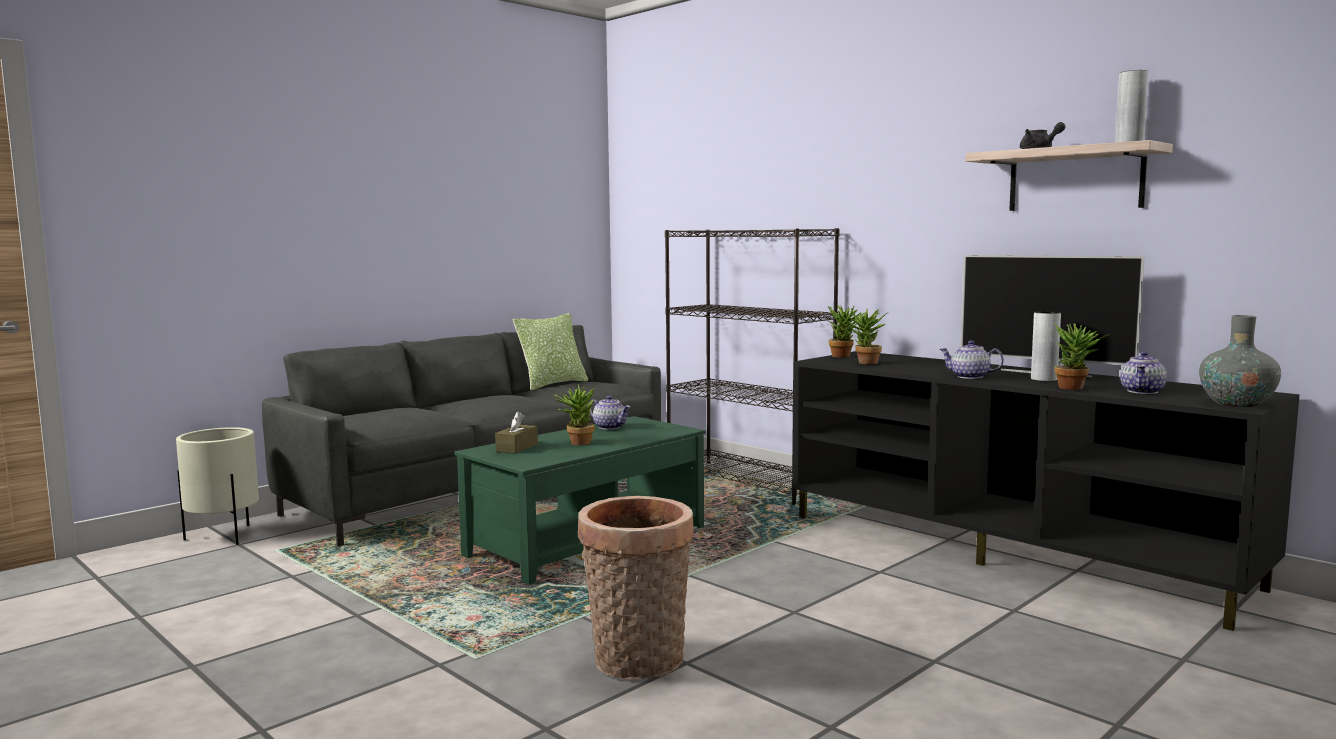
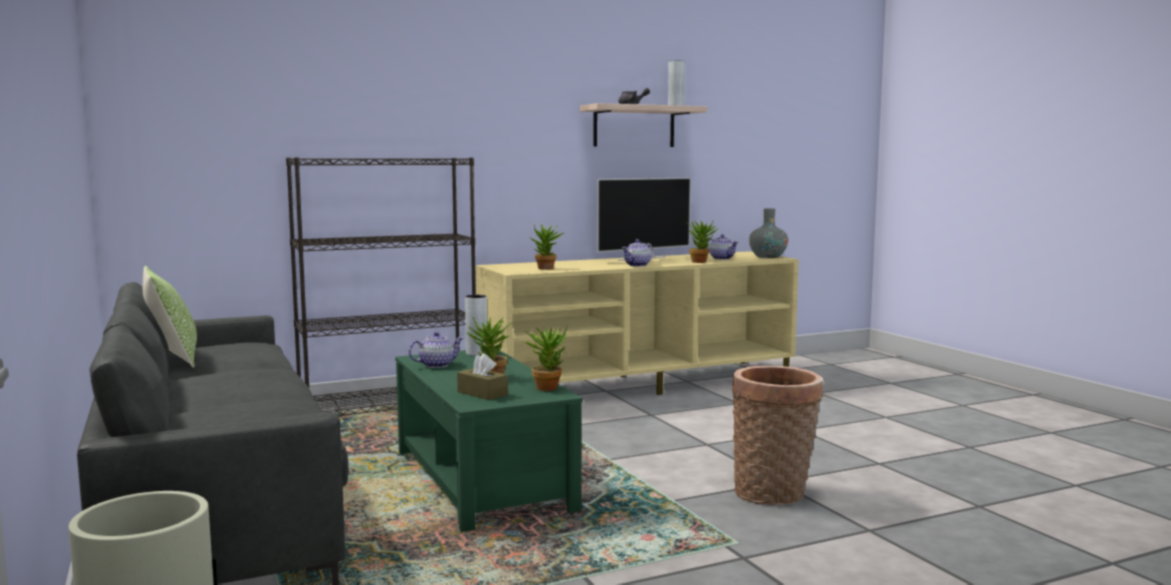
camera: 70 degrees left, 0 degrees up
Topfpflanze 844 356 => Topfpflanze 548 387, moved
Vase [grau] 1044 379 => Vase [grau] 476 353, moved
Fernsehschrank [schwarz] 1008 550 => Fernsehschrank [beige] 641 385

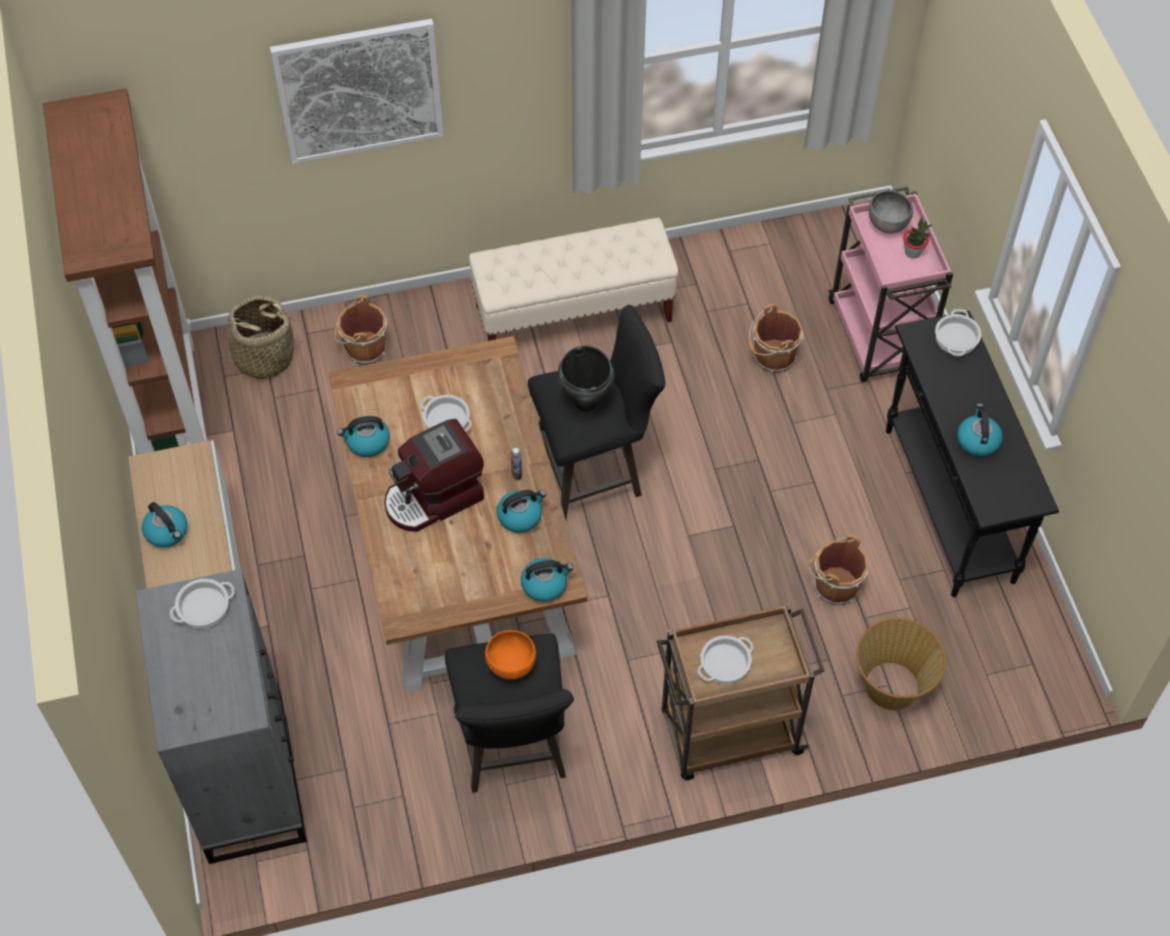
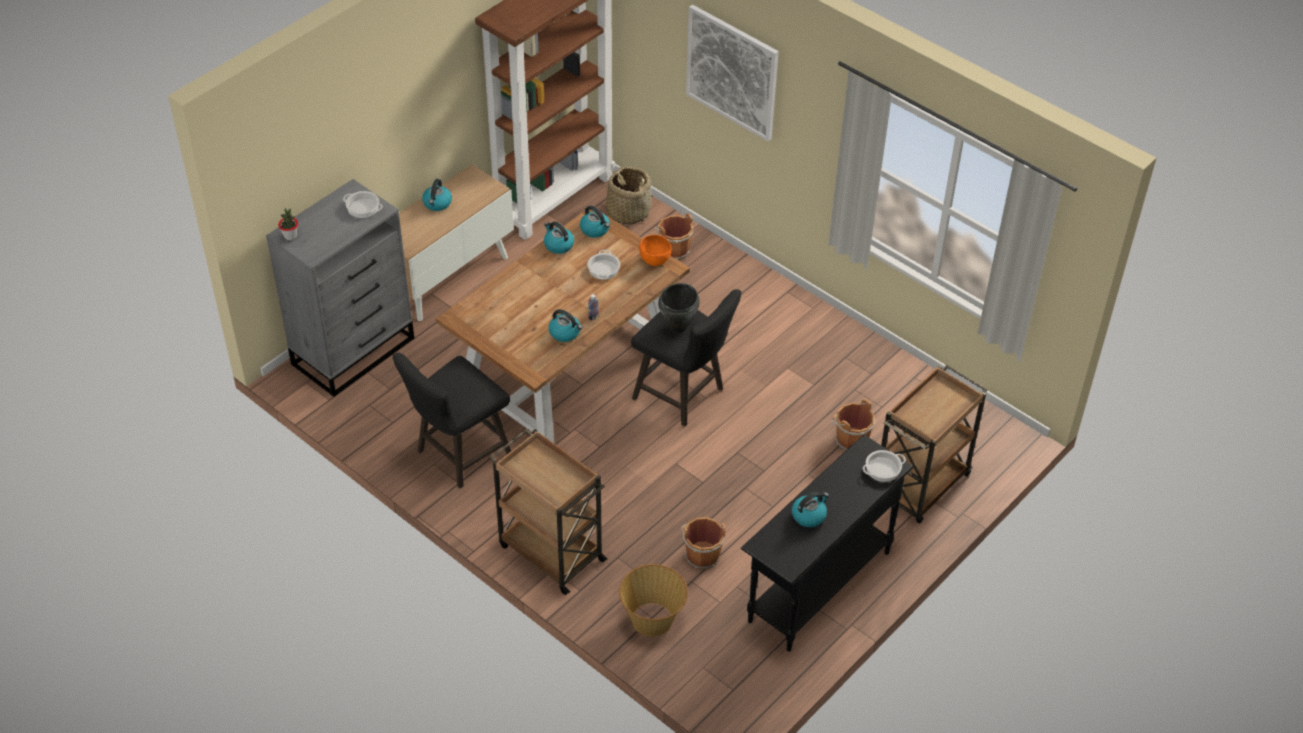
camera: 55 degrees right, 10 degrees down
Kaffeemaschine 434 498 => nothing
Bank [beige] 574 313 => nothing
Kochtopf 725 662 => nothing
Schüssel [grau] 888 225 => nothing
Schüssel [orange] 512 665 => Schüssel [orange] 655 260, moved
Wasserkessel 545 584 => Wasserkessel 595 229, moved
Topfpflanze 913 252 => Topfpflanze 290 236, moved
Rollwagen [rosa] 878 337 => Rollwagen [braun] 920 486

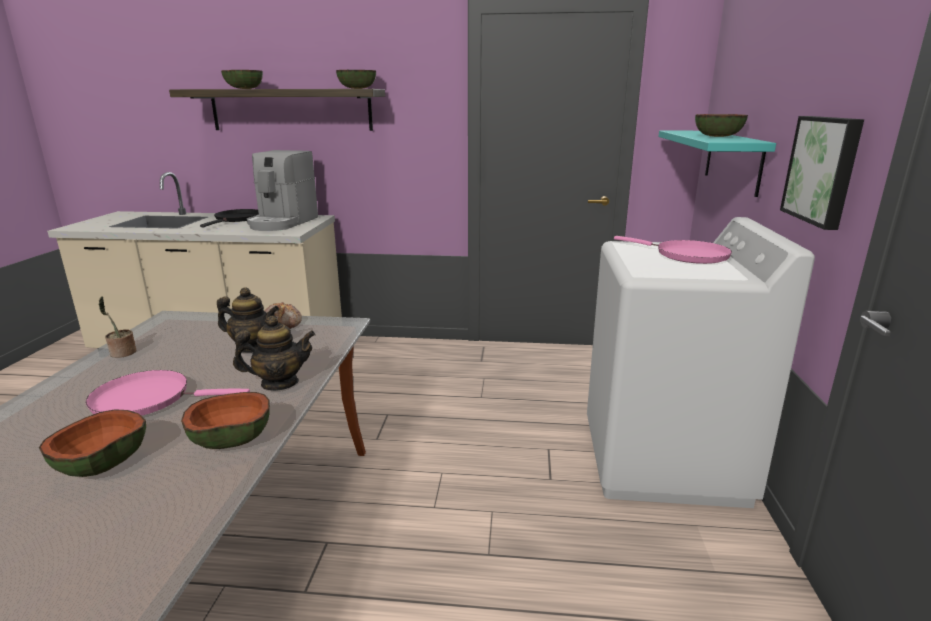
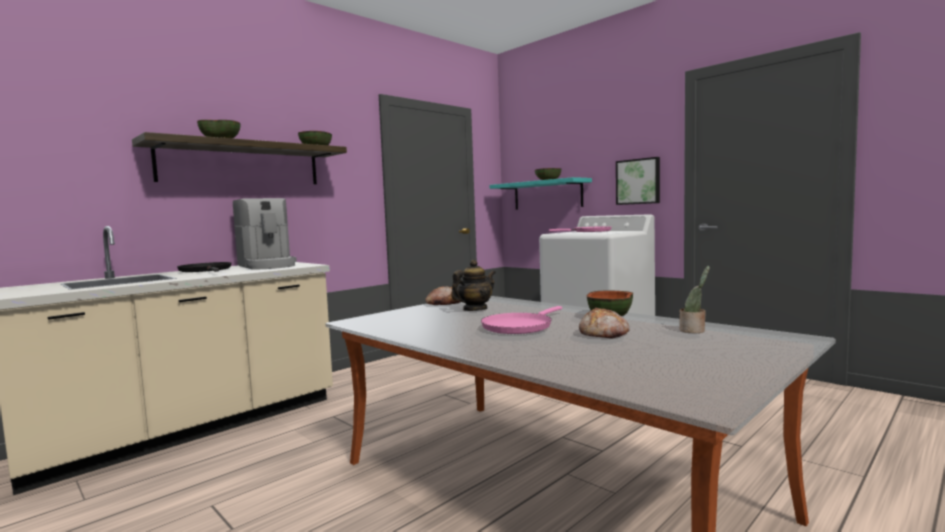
camera: 50 degrees left, 15 degrees down
Teekanne 279 383 => nothing
Topfpflanze 122 353 => Topfpflanze 694 330, moved
Schüssel 102 465 => Brot 604 334

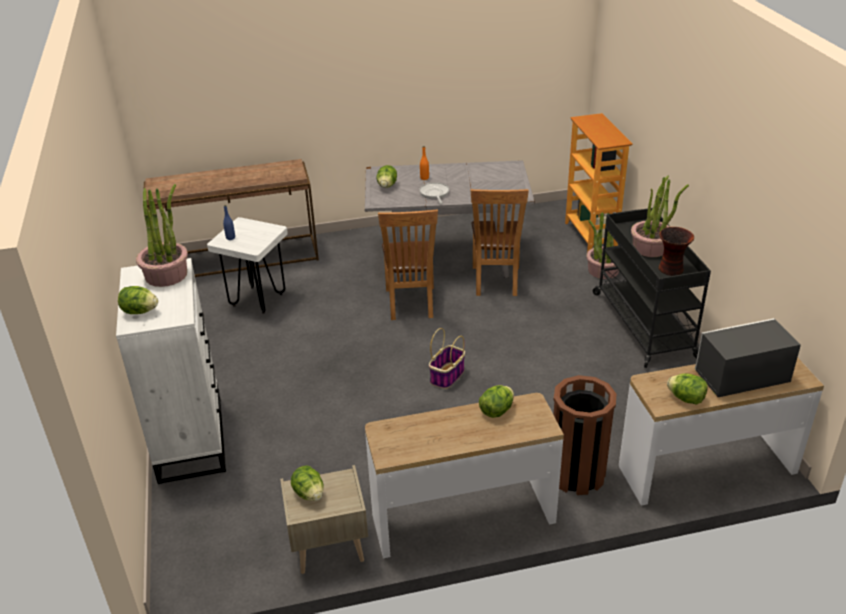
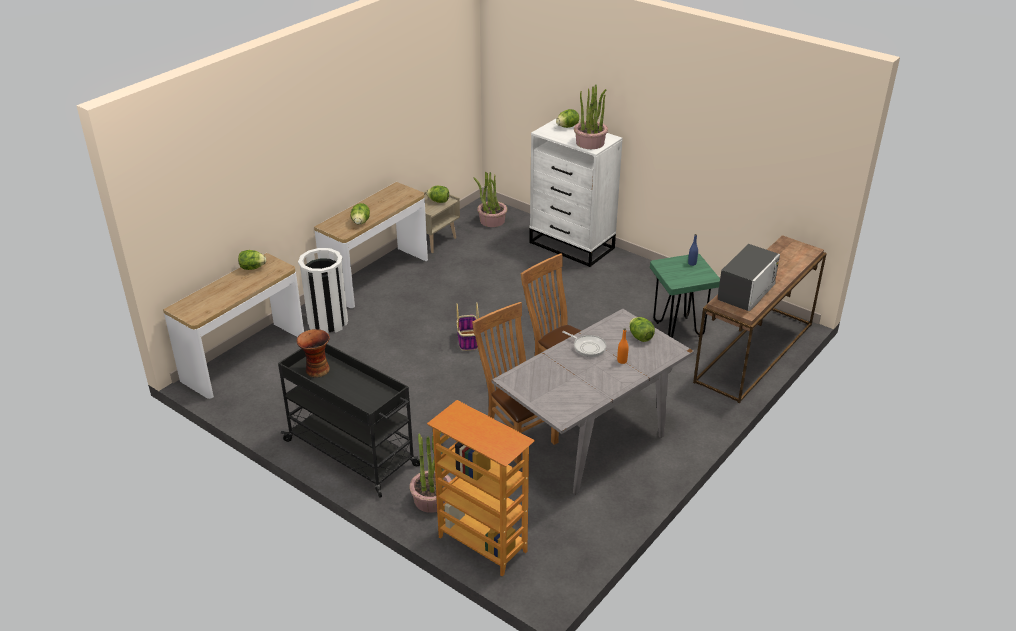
camera: 140 degrees right, 0 degrees up
Topfpflanze 650 248 => Topfpflanze 492 221, moved
Mikrowelle 741 377 => Mikrowelle 746 292, moved
Hocker [weiß] 257 300 => Hocker [grün] 678 329
Mülleimer [braun] 577 474 => Mülleimer [weiß] 328 322

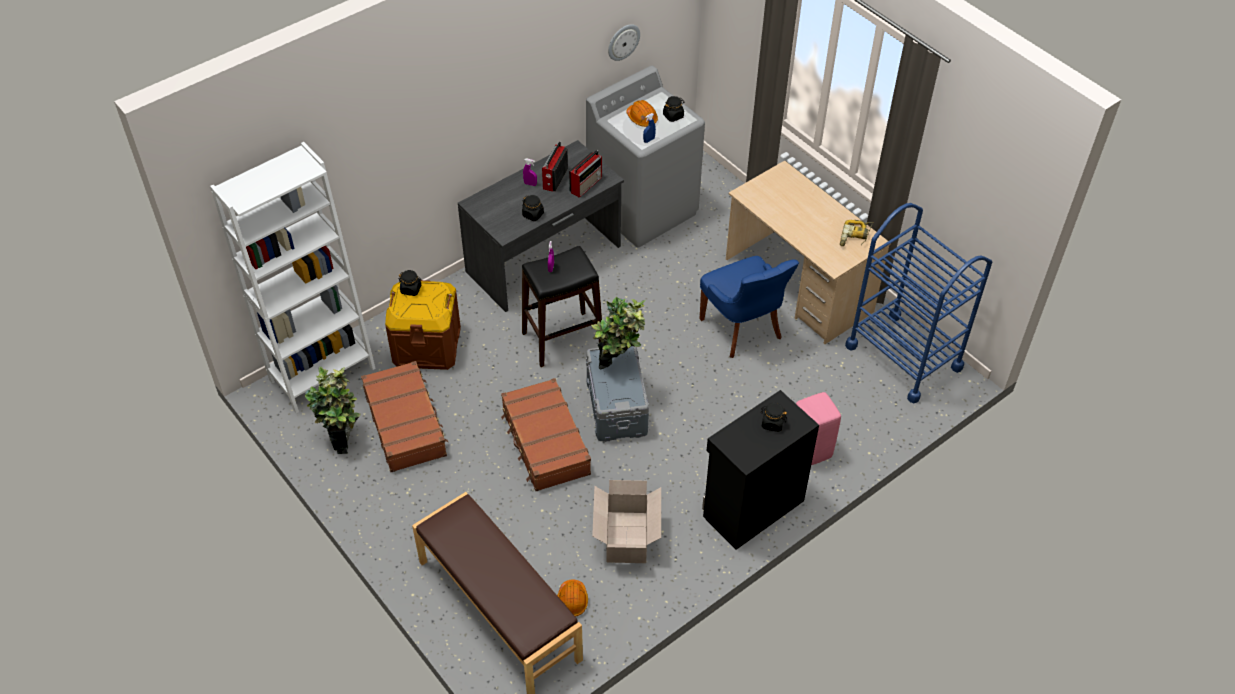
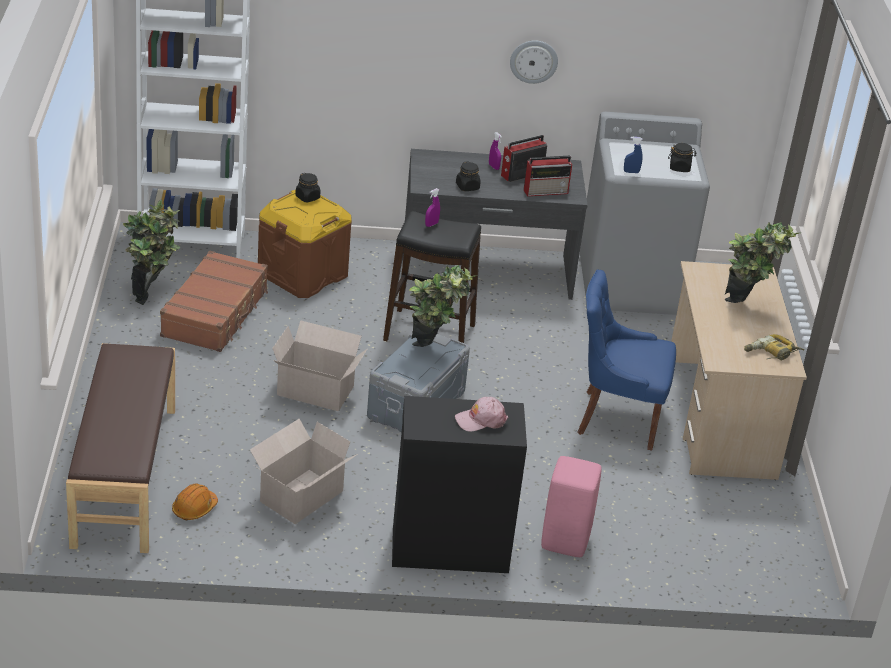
camera: 35 degrees right, 15 degrees down
Schutzhelm [orange] 642 118 => nothing
Rollwagen [blau] 903 357 => nothing
nothing => Topfpflanze 748 309
Wanduhr 623 41 => Wanduhr 533 61, moved
Koffer [braun] 545 442 => Karton 317 392
Vorratsglas [schwarz] 772 423 => Kappe [rosa] 481 420
Stuhl [blau] 742 329 => Stuhl [blau] 616 418, 90 degrees clockwise

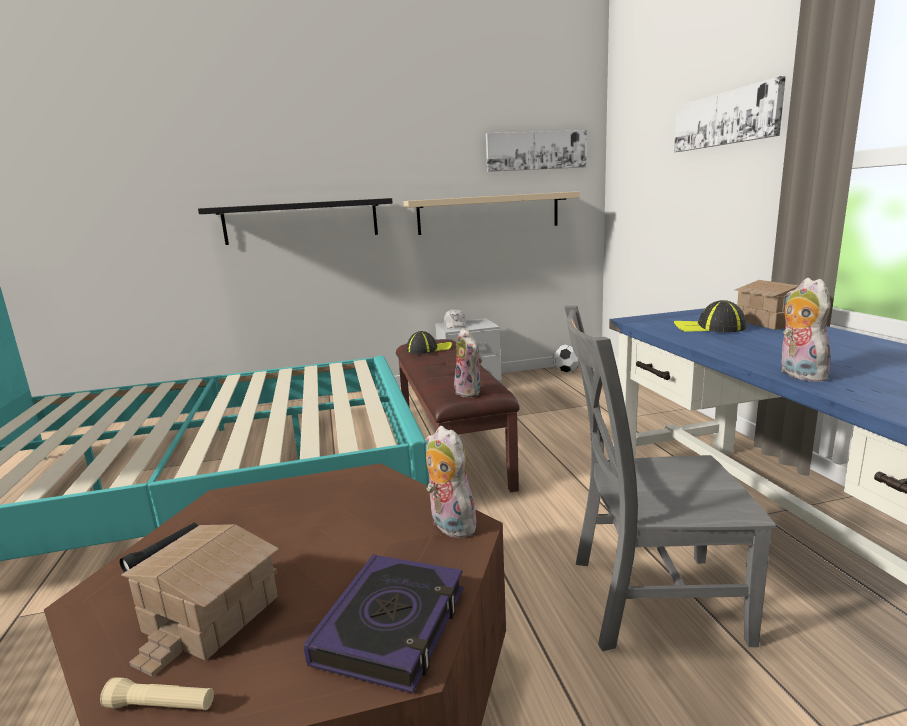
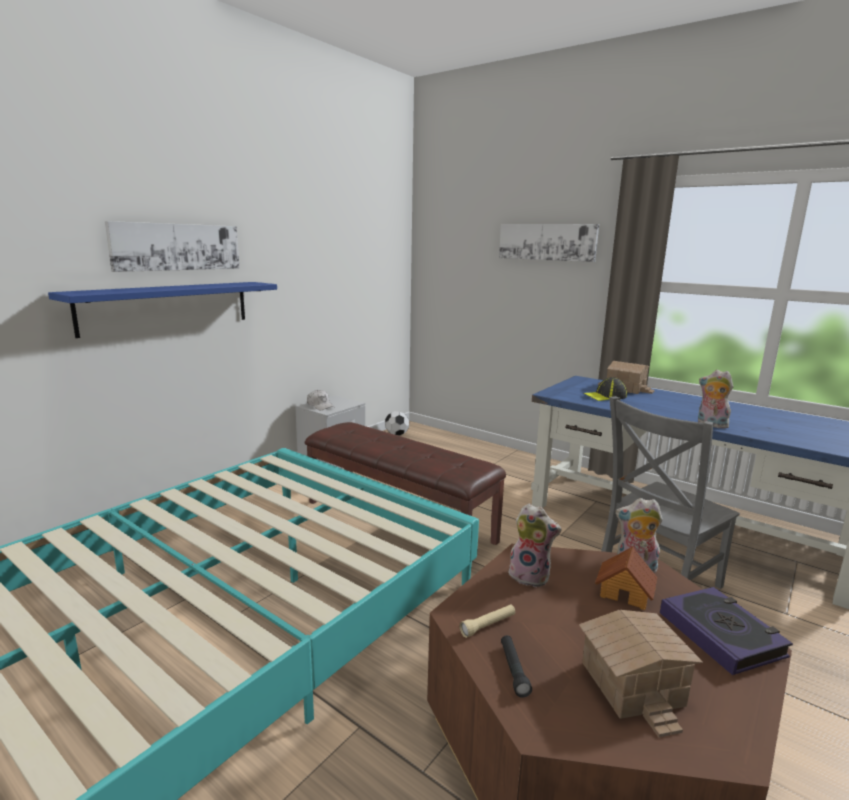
camera: 40 degrees left, 0 degrees up
Wandregal [beige] 489 213 => nothing
Kappe 428 349 => nothing
nothing => Spielzeughaus 625 592
Taschenlampe [beige] 161 706 => Taschenlampe [beige] 488 625, moved
Plüschtier 470 392 => Plüschtier 530 576, moved
Bild 536 151 => Bild 177 247, moved
Wandregal [schwarz] 301 221 => Wandregal [blau] 167 307

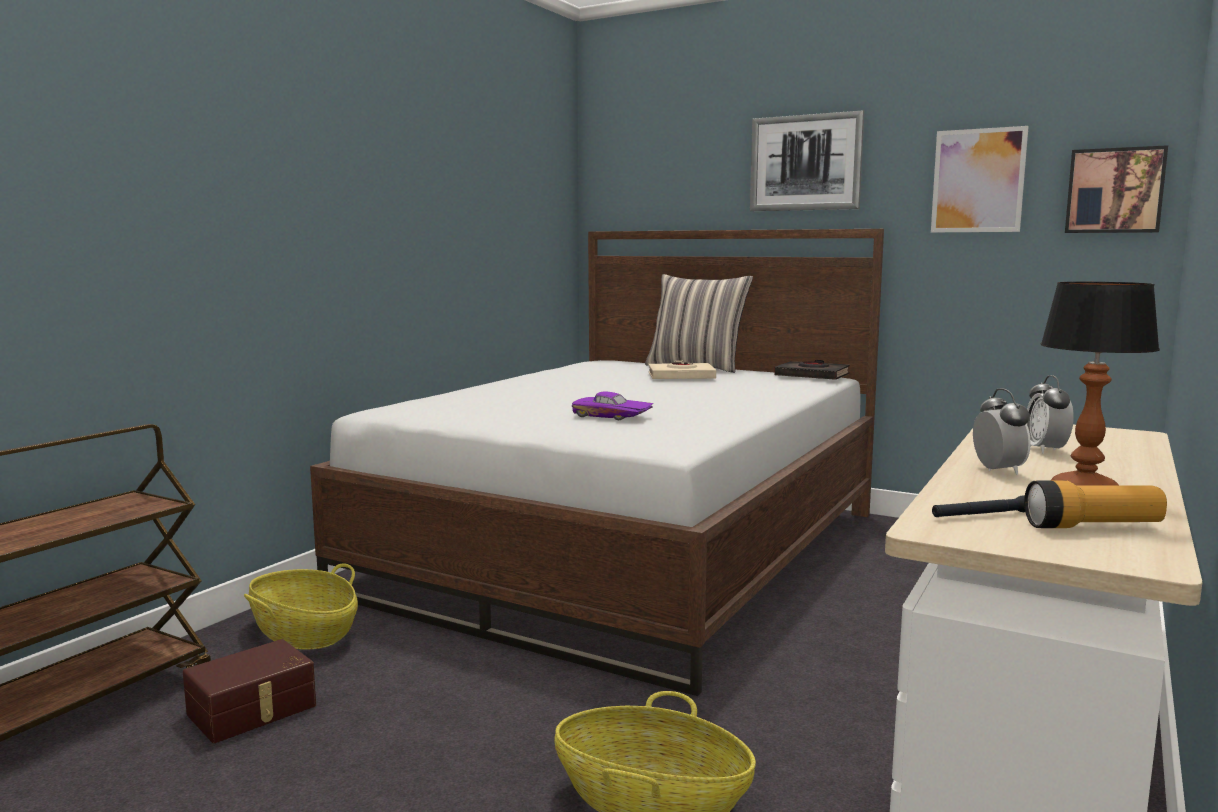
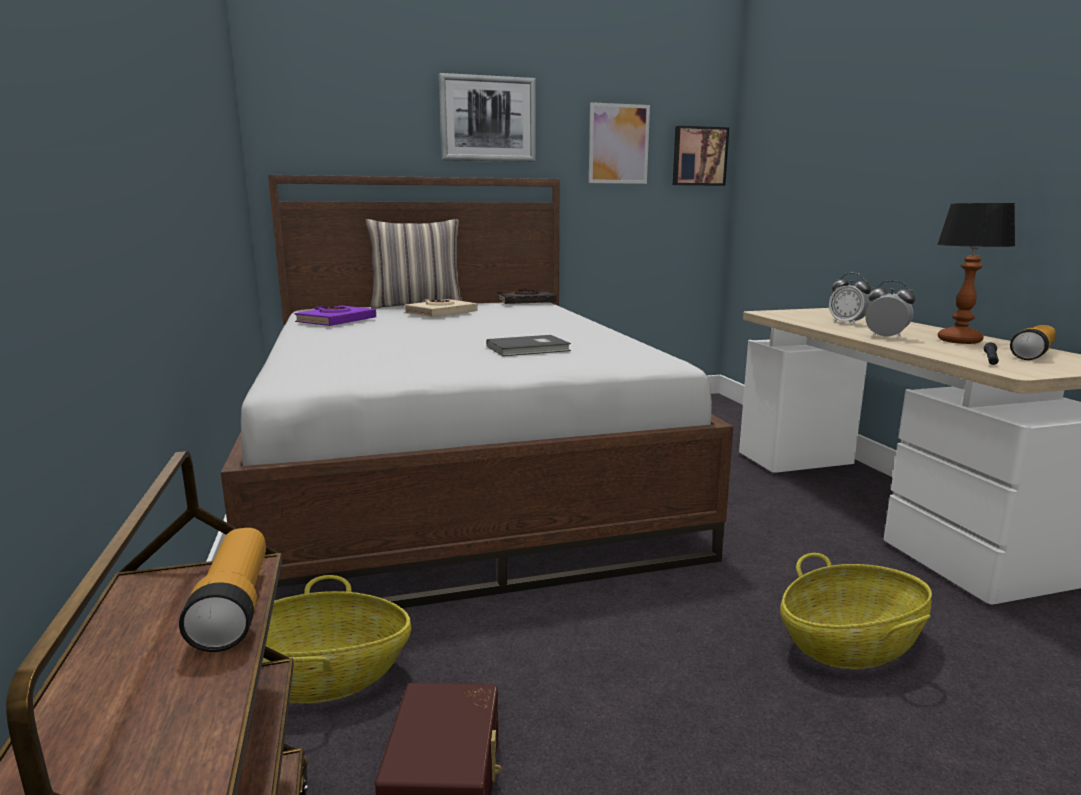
camera: 45 degrees left, 5 degrees up
nothing => Taschenlampe 234 607
nothing => Buch [lila] 336 321
Spielzeugauto [lila] 611 416 => Buch [grau] 529 349

